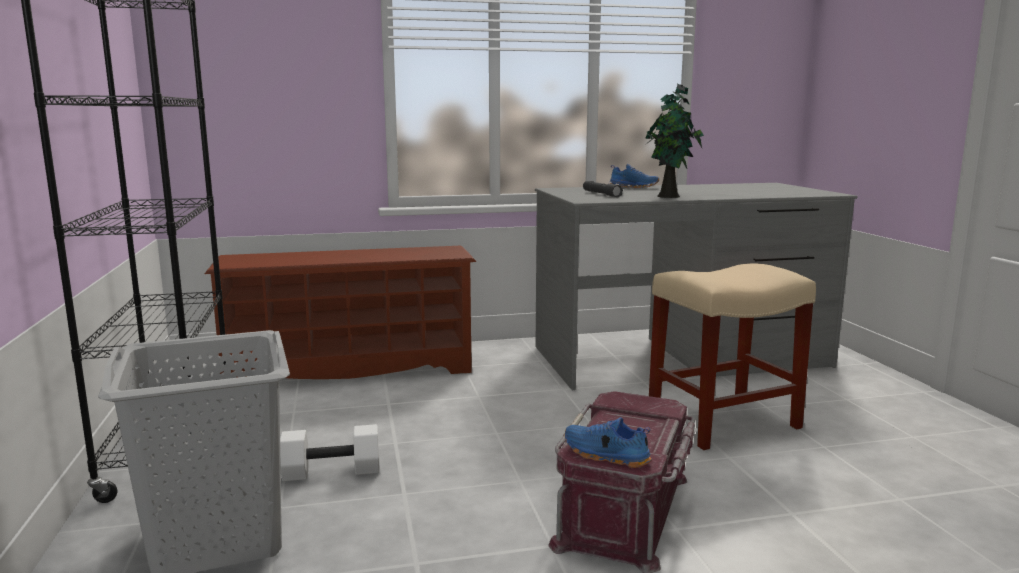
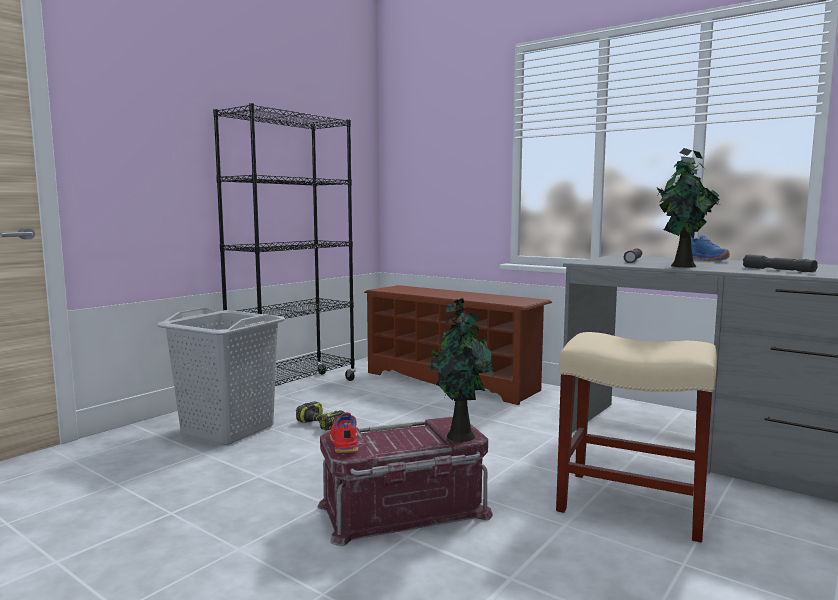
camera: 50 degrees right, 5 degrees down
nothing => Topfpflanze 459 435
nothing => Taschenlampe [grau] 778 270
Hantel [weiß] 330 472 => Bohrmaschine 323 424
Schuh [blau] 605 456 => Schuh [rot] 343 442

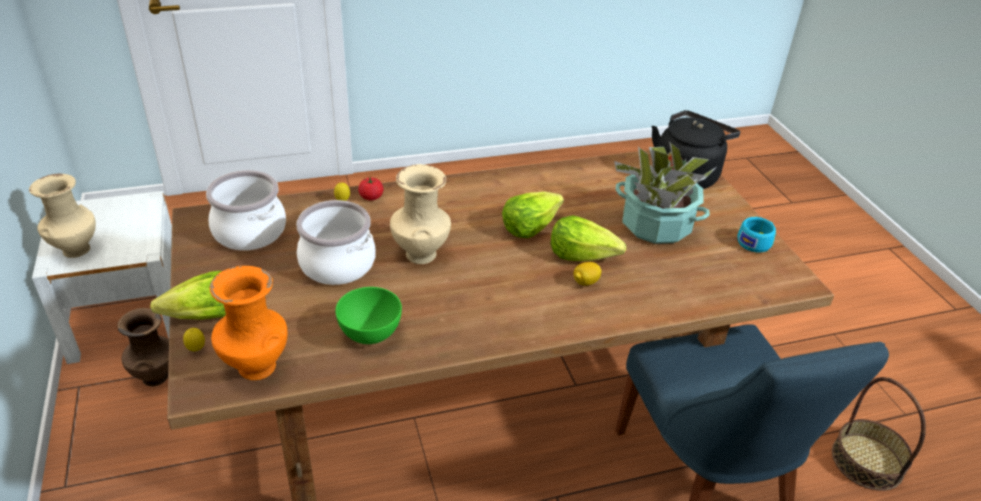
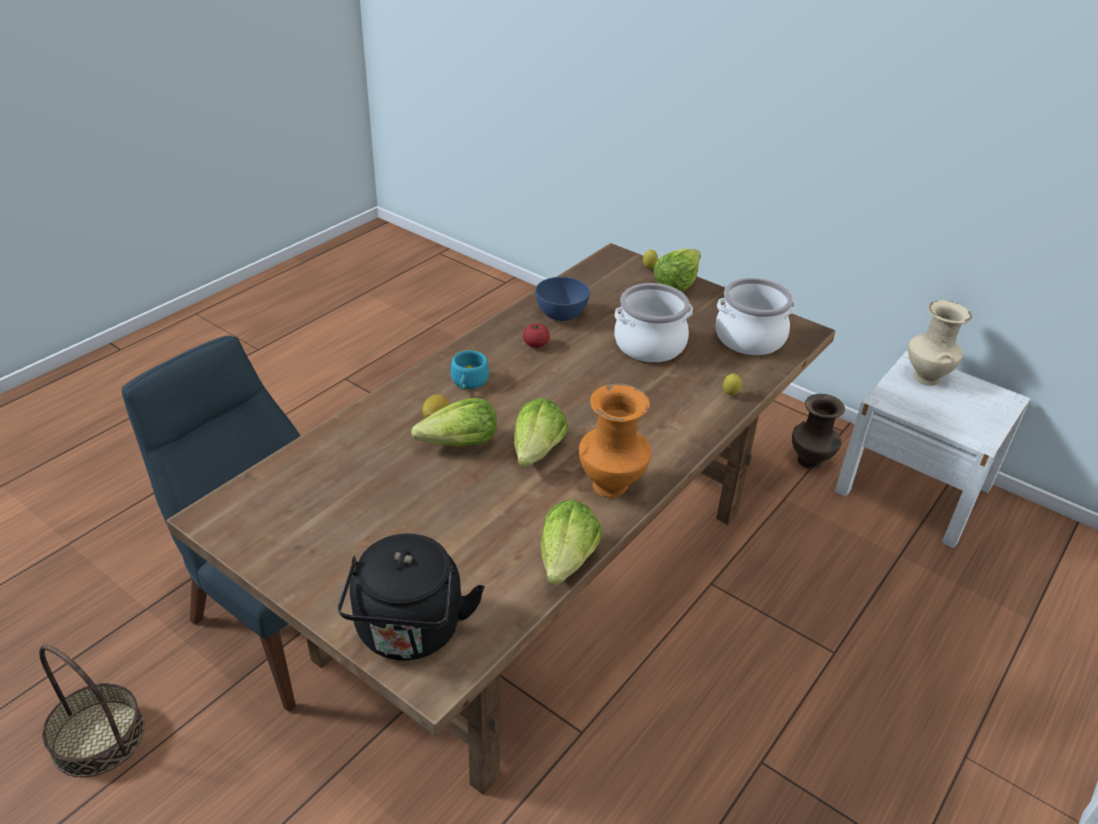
camera: 145 degrees right, 0 degrees up
Vase [beige] 420 254 => nothing
Topfpflanze 655 226 => nothing
nothing => Salatkopf 567 560
Vase [orange] 255 366 => Vase [orange] 612 485, moved
Tomate 371 197 => Tomate 536 344, moved
Tasse [türkis] 756 242 => Tasse [türkis] 468 382, moved
Schüssel [grün] 370 334 => Schüssel [blau] 560 315

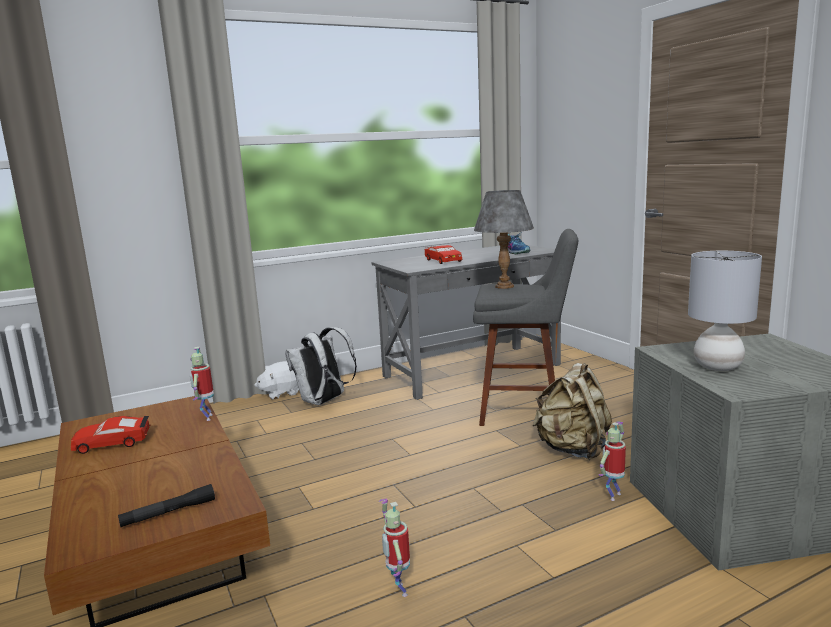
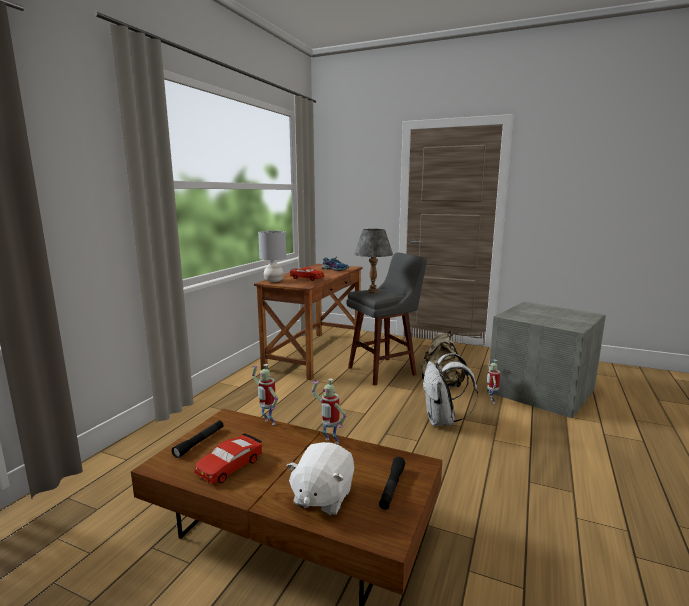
camera: 40 degrees left, 0 degrees up
nothing => Taschenlampe [schwarz] 199 442
Plüschtier [weiß] 280 393 => Plüschtier [weiß] 322 497, moved
Rucksack [weiß] 323 401 => Rucksack [weiß] 442 421, moved
Spielzeugroboter 398 590 => Spielzeugroboter 330 442, moved
Tischlampe [grau] 717 367 => Tischlampe [grau] 273 281, moved
Schreibtisch [grau] 472 370 => Schreibtisch [braun] 314 354

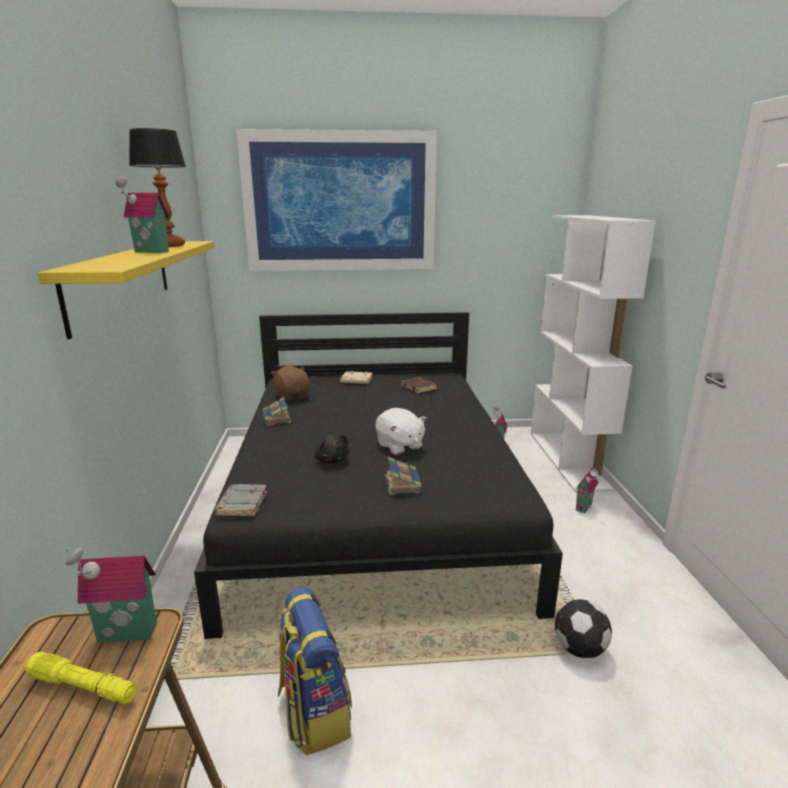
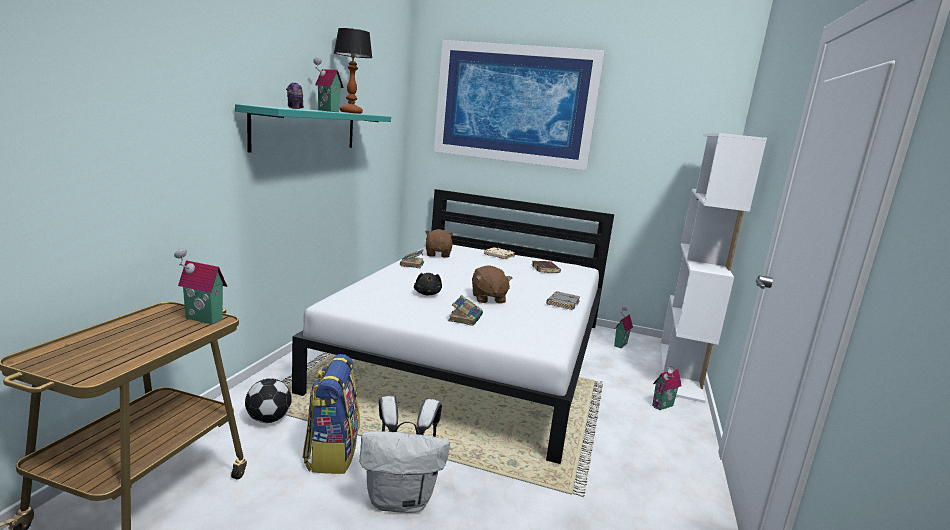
camera: 20 degrees right, 5 degrees down
Taschenlampe [gelb] 83 686 => nothing
nothing => Schuh [lila] 295 108
nothing => Rucksack [weiß] 401 499
Buch [grau] 241 503 => Buch [grau] 562 303, moved
Fußball 578 649 => Fußball 268 419, moved
Wandregal [gelb] 122 281 => Wandregal [türkis] 307 129
Bett [schwarz] 374 503 => Bett [weiß] 475 354
Plüschtier [weiß] 399 446 => Plüschtier [braun] 488 298

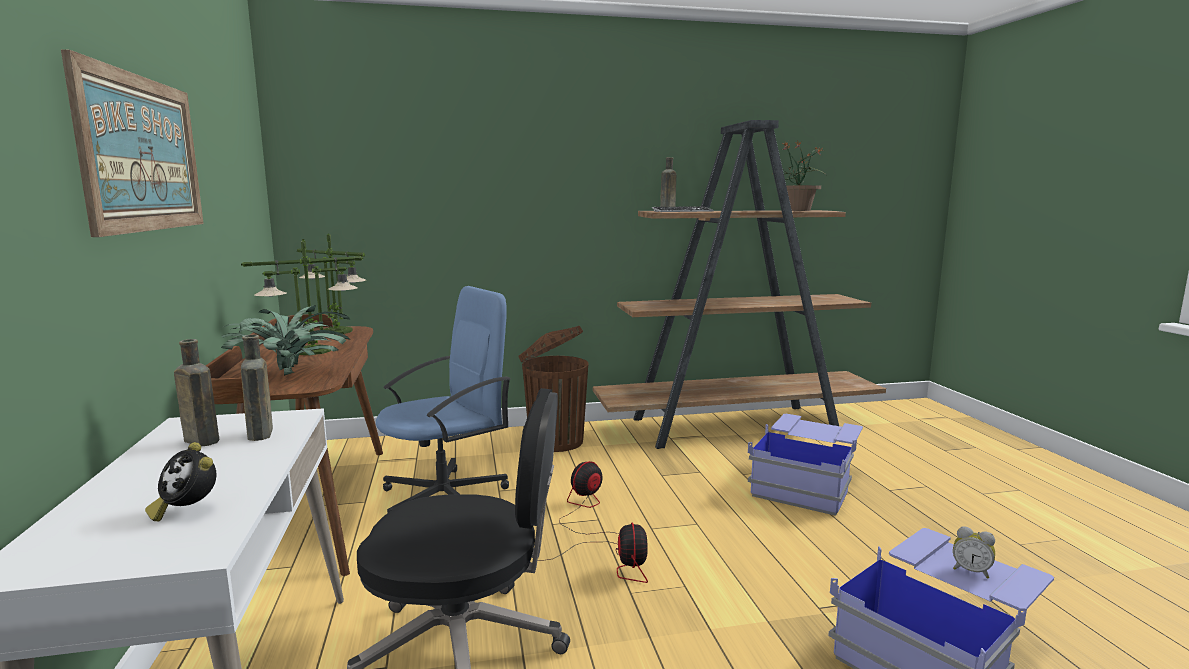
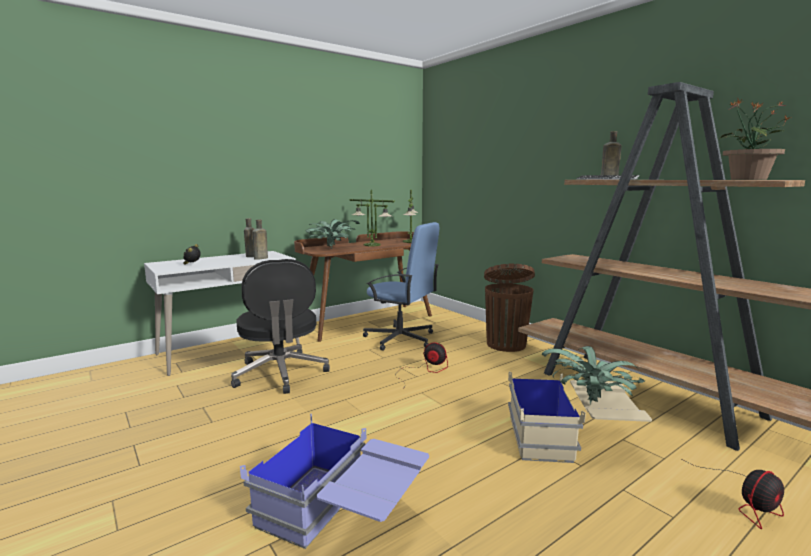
camera: 65 degrees right, 0 degrees up
Bild 142 154 => nothing
Wecker 971 571 => nothing
nothing => Topfpflanze 592 403
Ventilator 614 564 => Ventilator 748 501, moved
Aufbewahrungsbox [blau] 806 483 => Aufbewahrungsbox [beige] 570 441

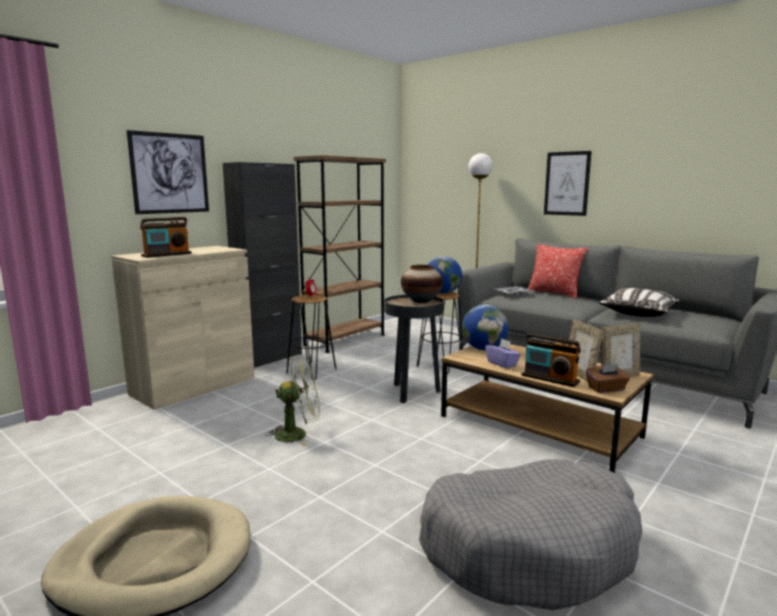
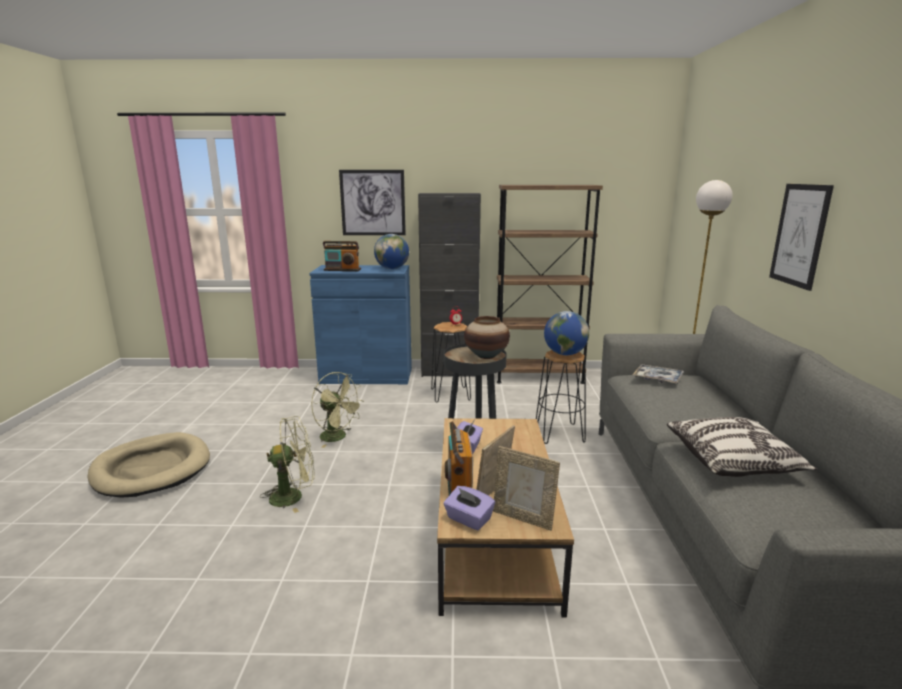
camera: 50 degrees right, 5 degrees up
Hundebett [grau] 529 547 => nothing
Kissen 554 293 => nothing
nothing => Ventilator [grün] 293 496
Globus 483 349 => Globus 392 268, moved
Schrank [beige] 193 386 => Schrank [blau] 366 376
Taschentuchbox [braun] 606 389 => Taschentuchbox [lila] 468 519

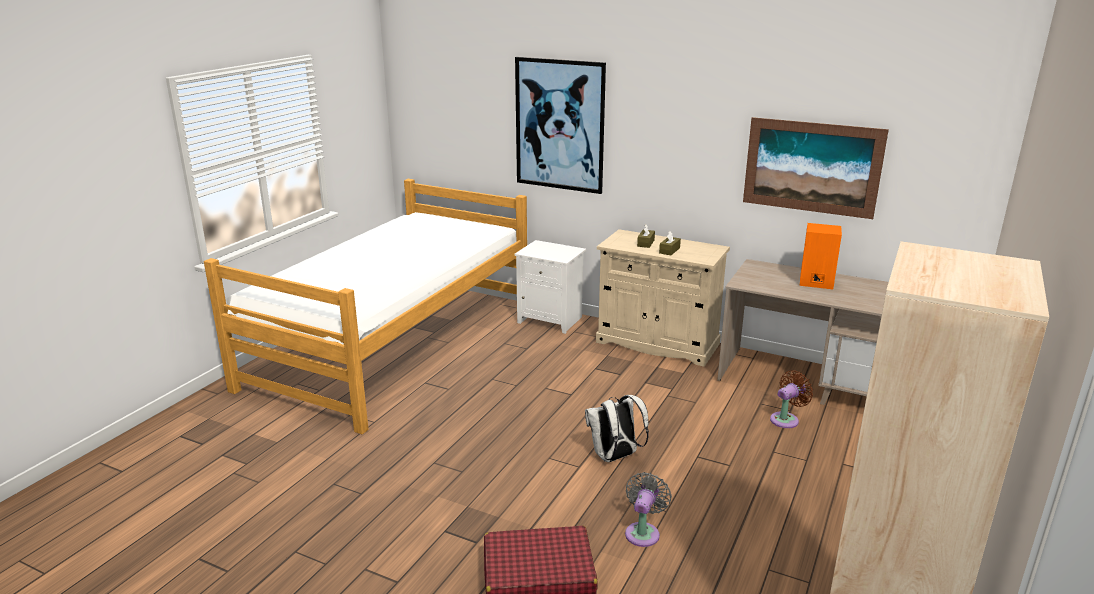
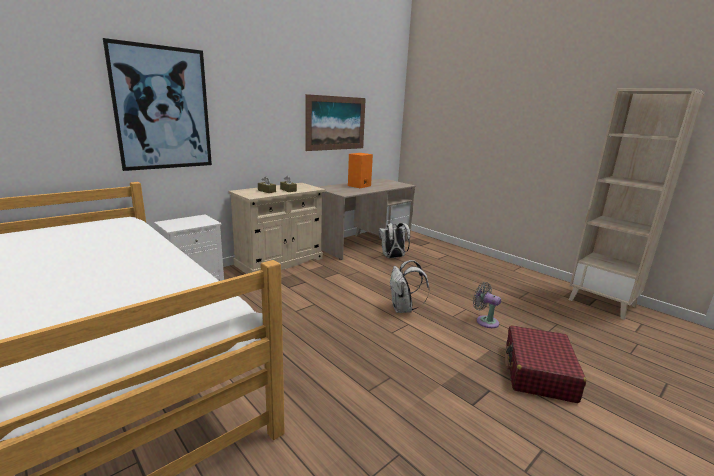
camera: 70 degrees left, 5 degrees down
Ventilator [braun] 786 419 => Rucksack [weiß] 393 257

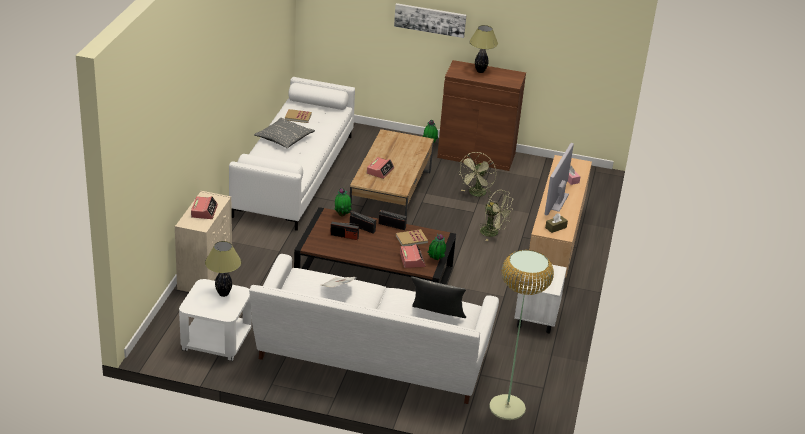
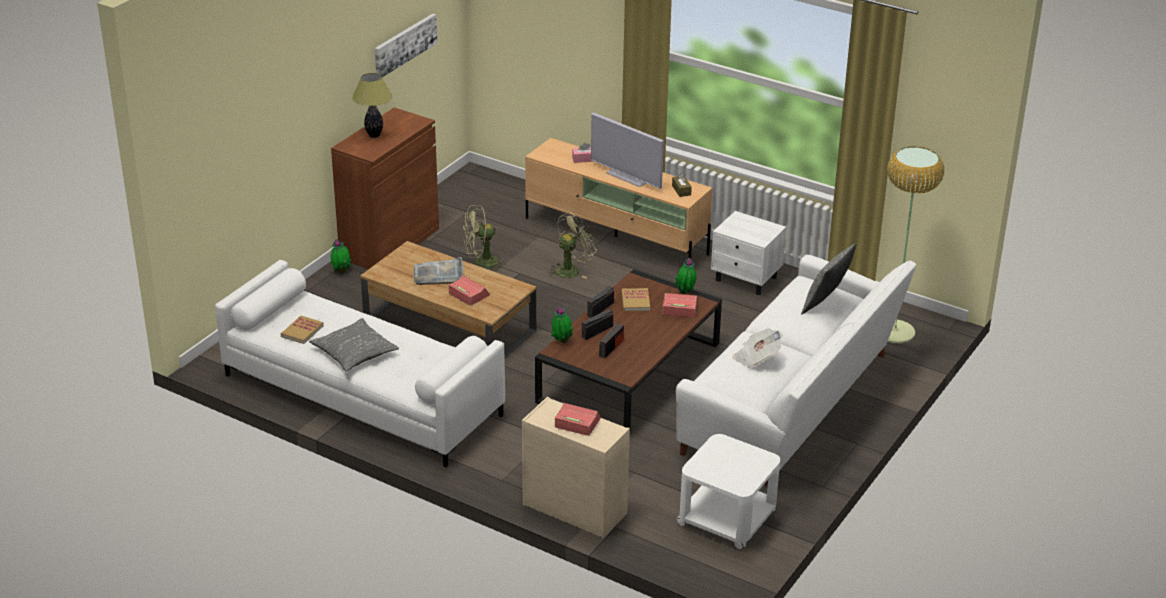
camera: 70 degrees left, 0 degrees up
Tischlampe 223 294 => nothing
nothing => Tablett [grau] 438 274
Bild 430 19 => Bild 404 45, moved
Ventilator [grün] 476 194 => Ventilator [grün] 481 263, 120 degrees clockwise

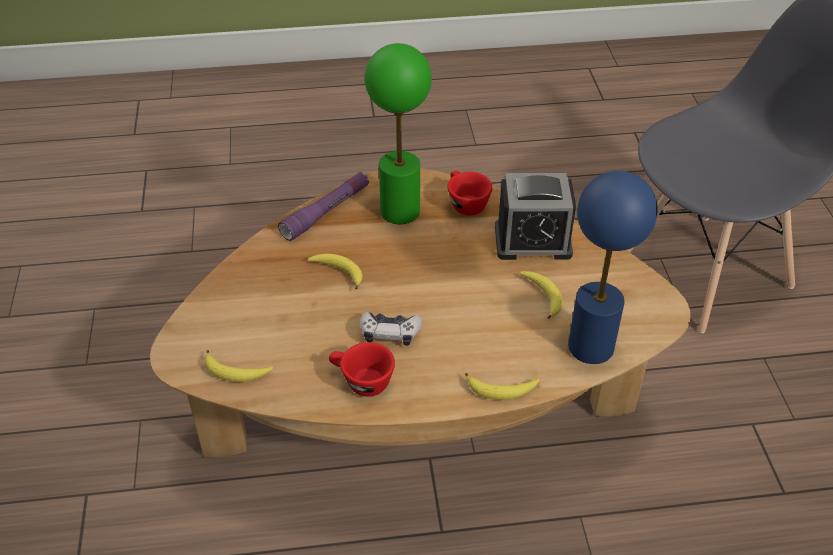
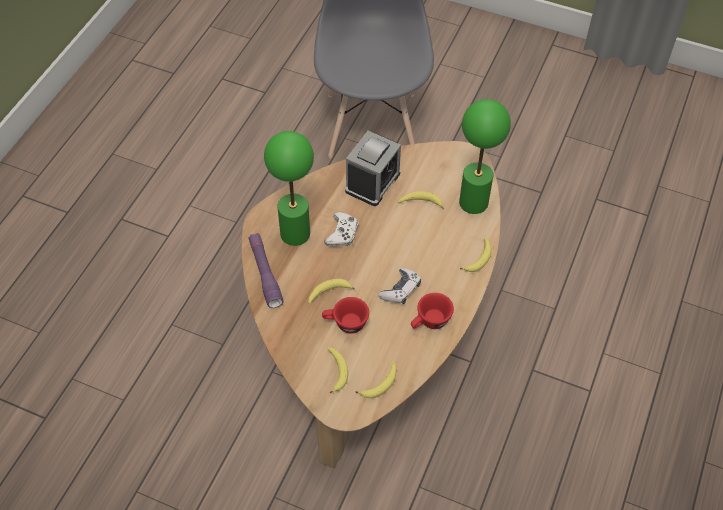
camera: 60 degrees left, 10 degrees up
nothing => Gamepad [weiß] 342 233
nothing => Banane 337 371
Tasse [rot] 465 203 => Tasse [rot] 345 324, moved
Tischlampe [blau] 591 346 => Tischlampe [grün] 473 202

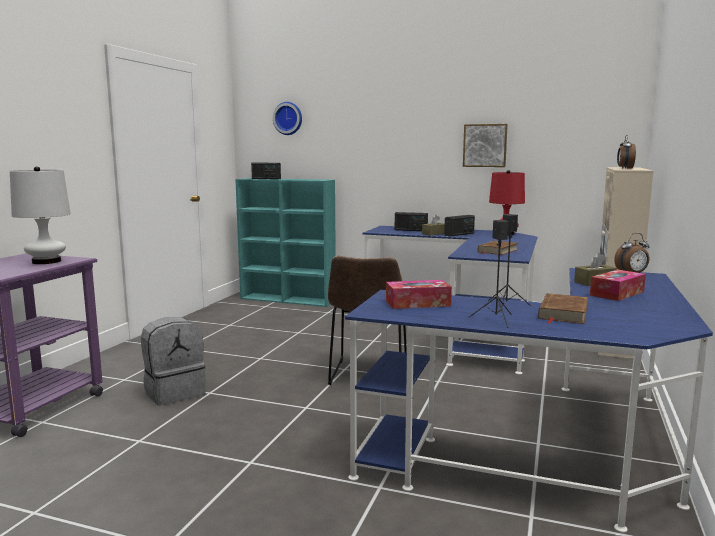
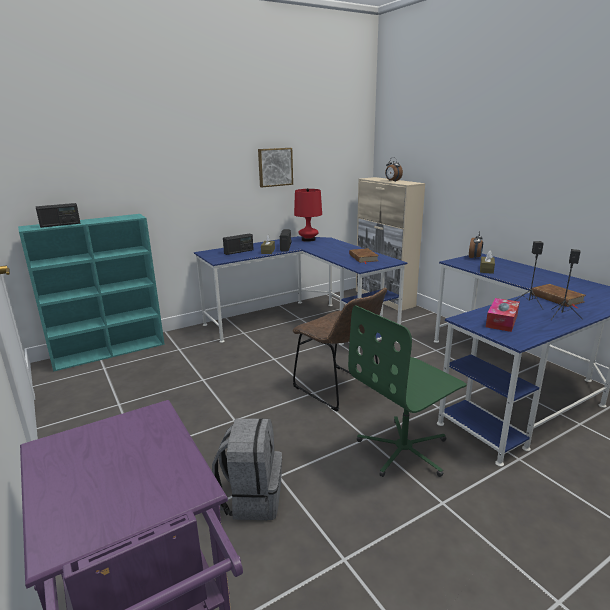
camera: 50 degrees left, 10 degrees up
Tischlampe [weiß] 46 261 => nothing
Wanduhr 288 118 => nothing
Taschentuchbox 617 293 => nothing
nothing => Bürostuhl [grün] 404 450

